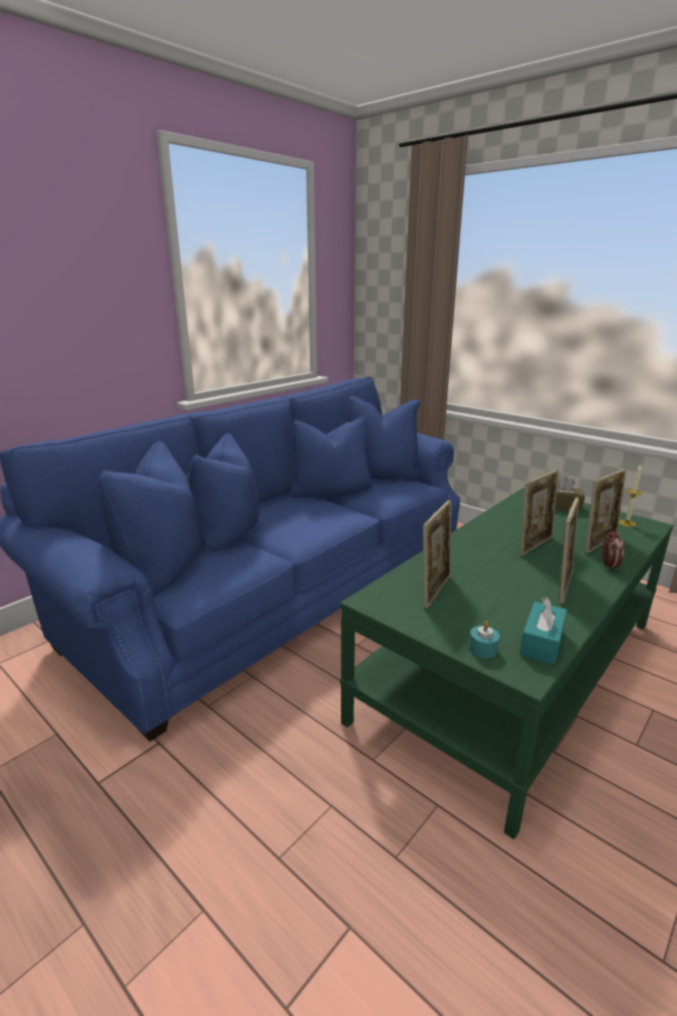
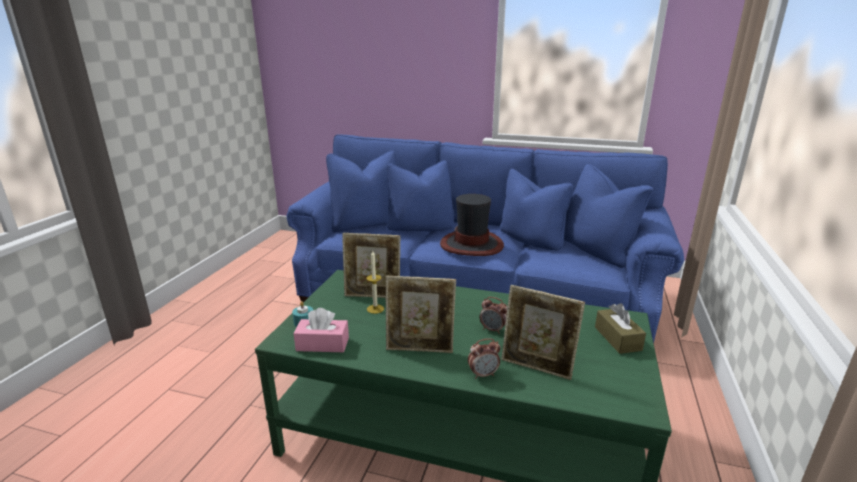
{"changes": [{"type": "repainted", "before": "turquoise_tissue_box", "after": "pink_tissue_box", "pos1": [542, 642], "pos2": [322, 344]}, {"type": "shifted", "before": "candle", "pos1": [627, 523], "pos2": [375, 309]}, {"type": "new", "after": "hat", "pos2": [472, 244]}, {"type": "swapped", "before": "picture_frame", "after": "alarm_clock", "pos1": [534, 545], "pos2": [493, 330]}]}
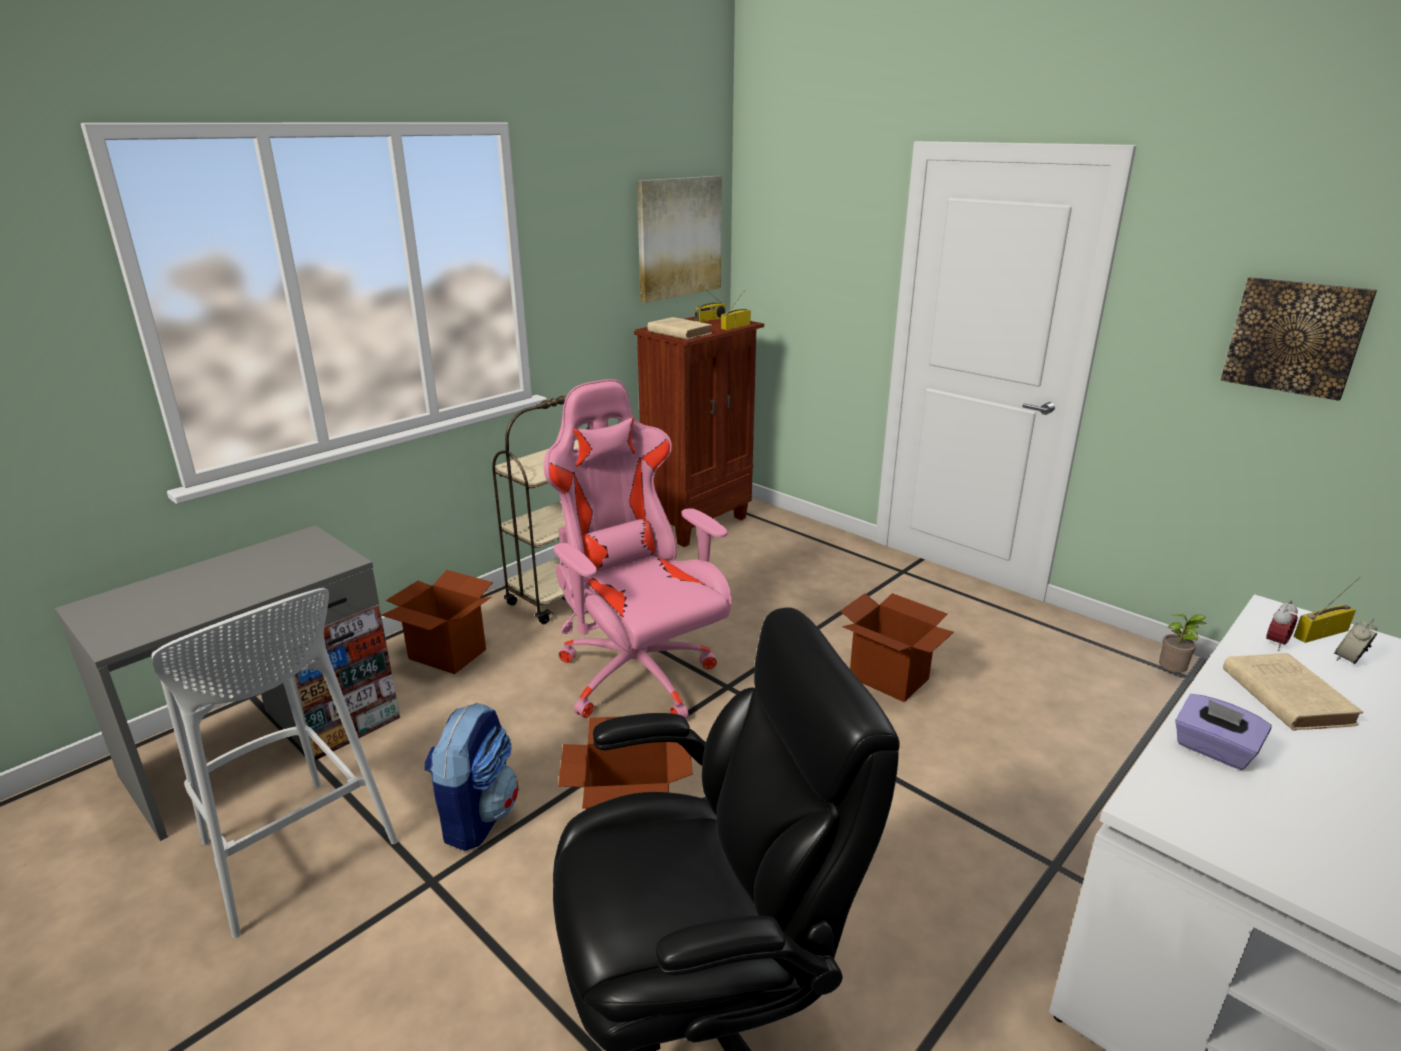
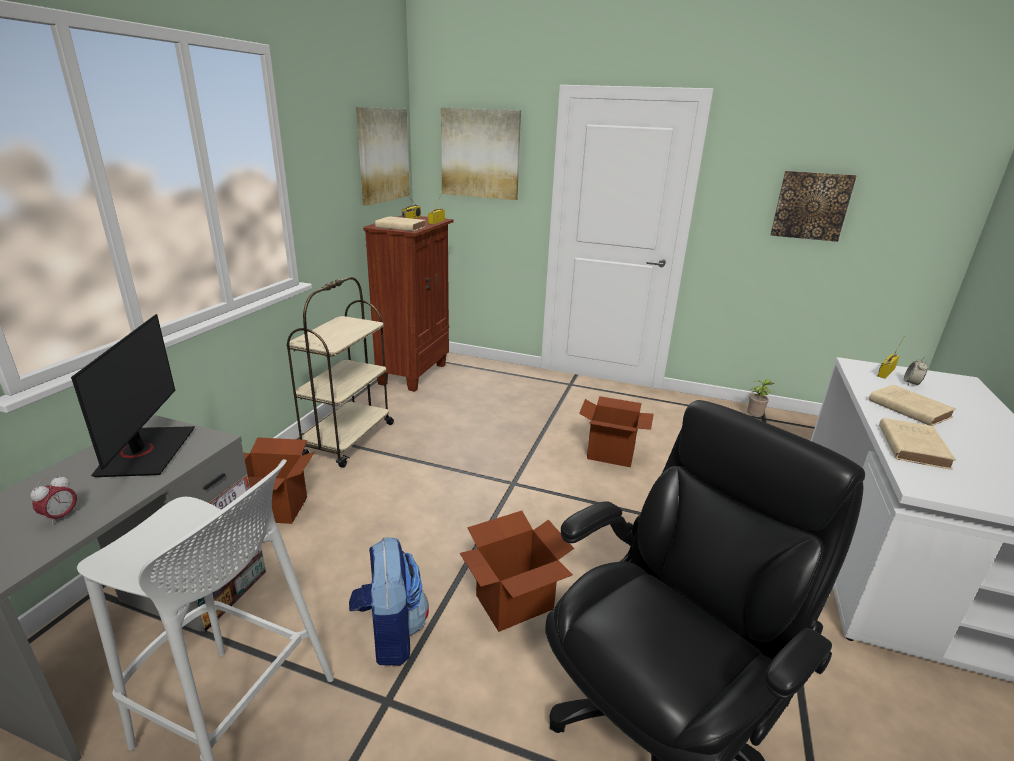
{"changes": [{"type": "shifted", "before": "alarm_clock", "pos1": [1276, 644], "pos2": [61, 517]}, {"type": "new", "after": "monitor", "pos2": [145, 452]}, {"type": "new", "after": "picture", "pos2": [480, 154]}, {"type": "swapped", "before": "purple_tissue_box", "after": "beige_book", "pos1": [1213, 750], "pos2": [912, 446]}, {"type": "gone", "before": "pink_office_chair", "pos1": [642, 683]}]}
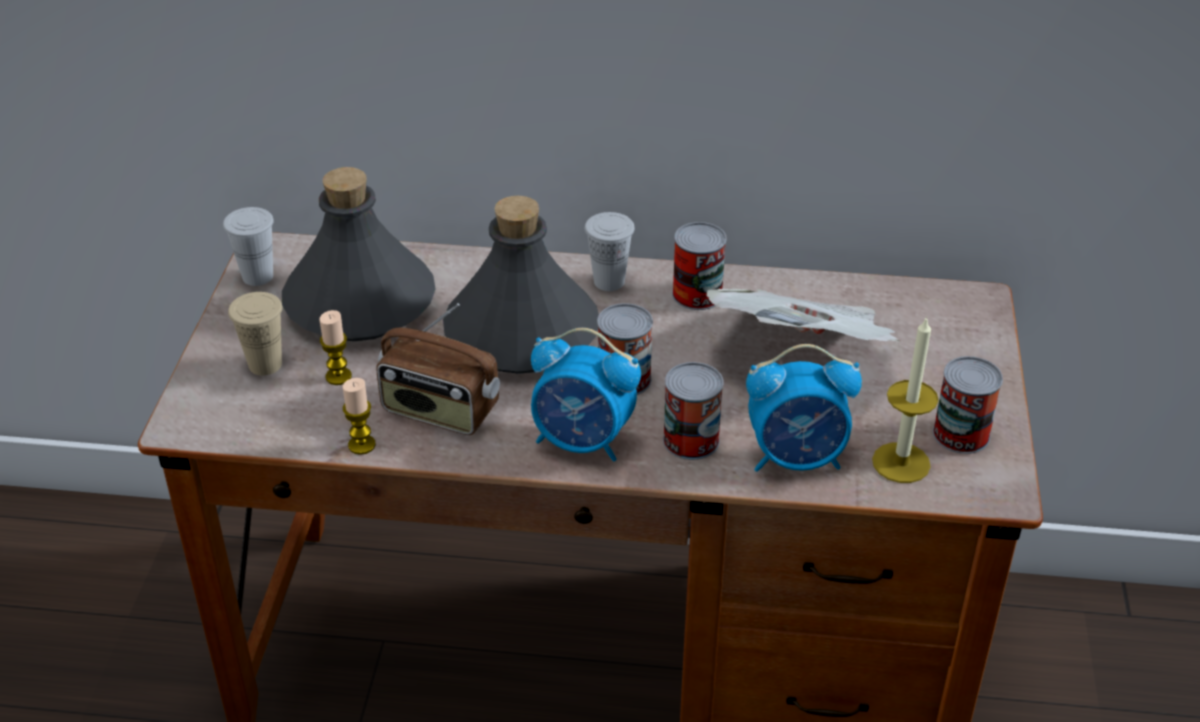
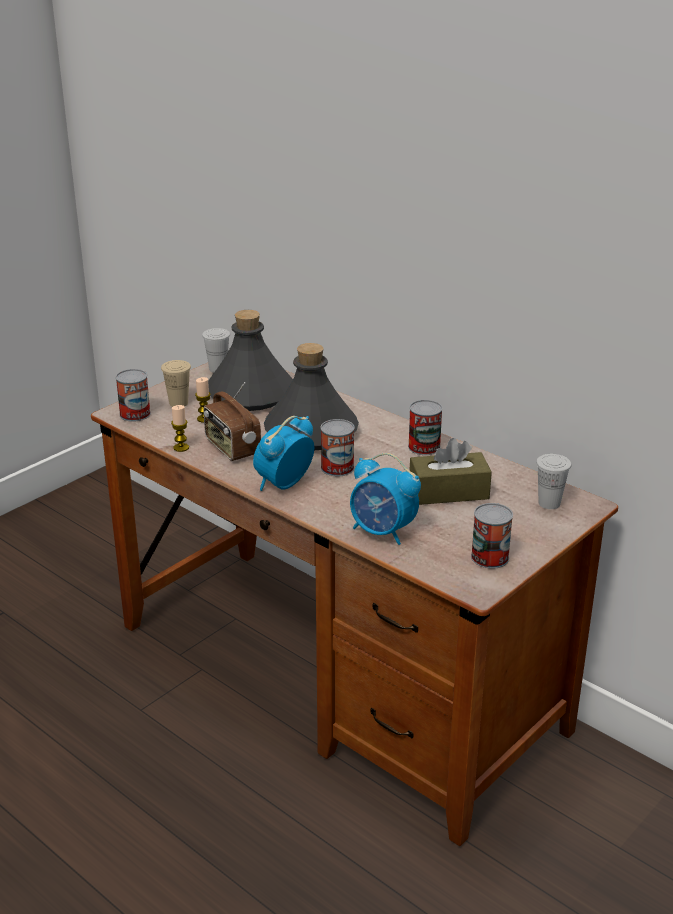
{"changes": [{"type": "shifted", "before": "can", "pos1": [691, 440], "pos2": [135, 414]}, {"type": "rotated", "before": "alarm_clock", "pos1": [583, 441], "pos2": [283, 484], "turn": 75}, {"type": "swapped", "before": "newspaper", "after": "brown_tissue_box", "pos1": [805, 354], "pos2": [448, 492]}, {"type": "shifted", "before": "white_cup", "pos1": [609, 281], "pos2": [549, 503]}, {"type": "gone", "before": "candle", "pos1": [901, 462]}]}
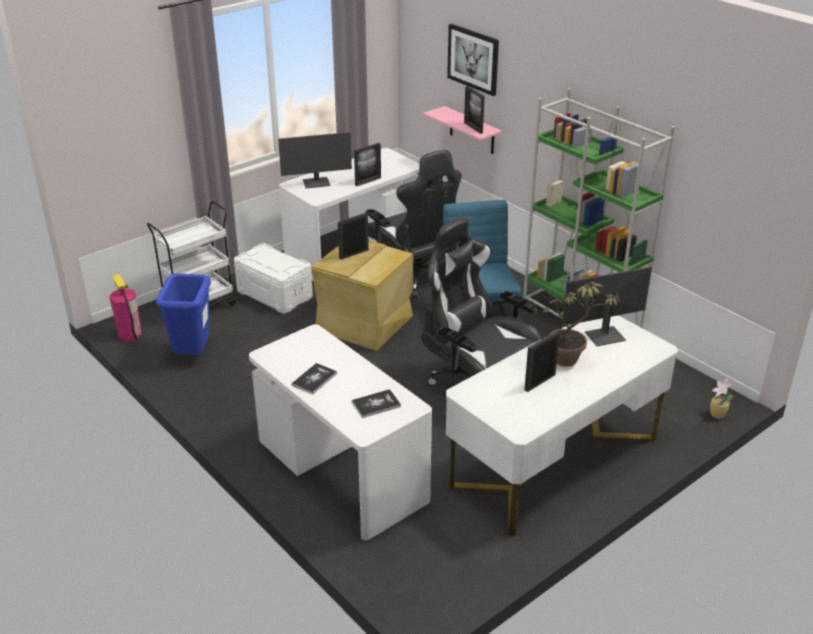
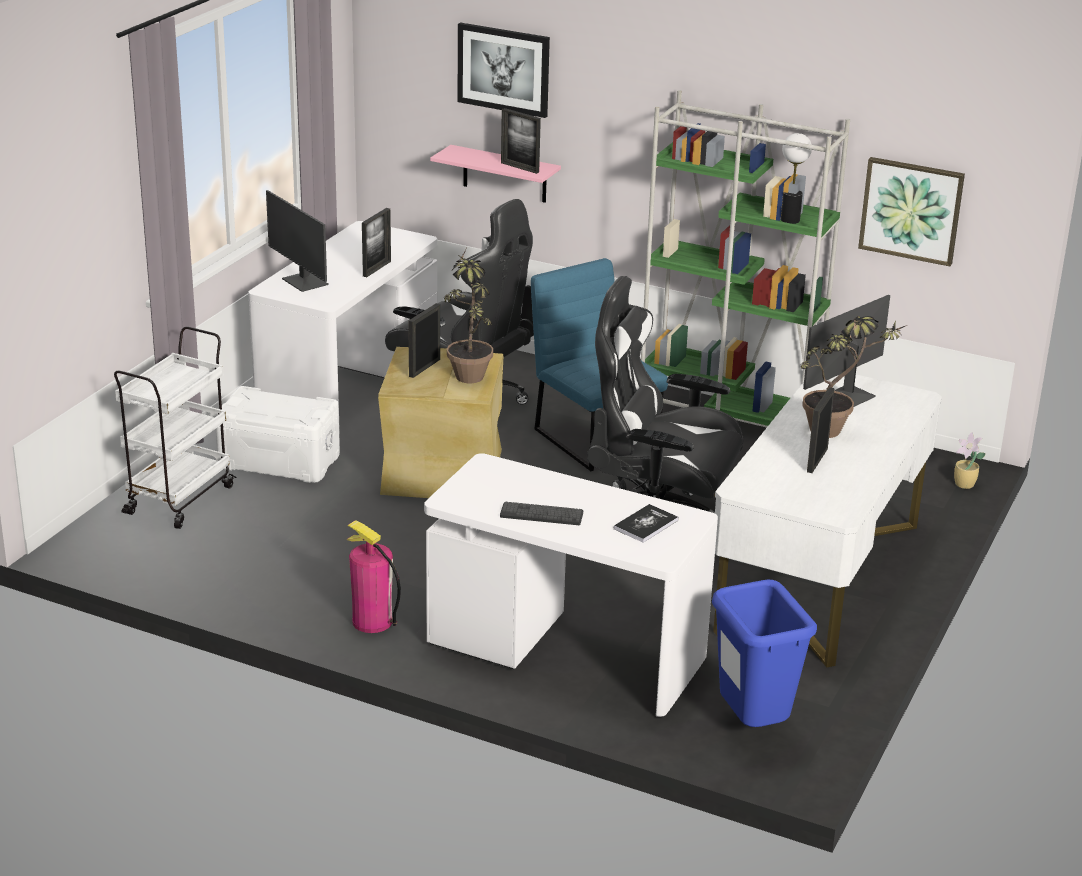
{"changes": [{"type": "rotated", "before": "monitor", "pos1": [316, 183], "pos2": [304, 282], "turn": 90}, {"type": "shifted", "before": "fire_extinguisher", "pos1": [129, 334], "pos2": [372, 621]}, {"type": "new", "after": "potted_plant", "pos2": [469, 372]}, {"type": "swapped", "before": "book", "after": "keyboard", "pos1": [314, 379], "pos2": [541, 514]}, {"type": "shifted", "before": "blue_trash_can", "pos1": [193, 355], "pos2": [752, 726]}, {"type": "new", "after": "table_lamp", "pos2": [789, 220]}, {"type": "new", "after": "picture", "pos2": [911, 210]}]}
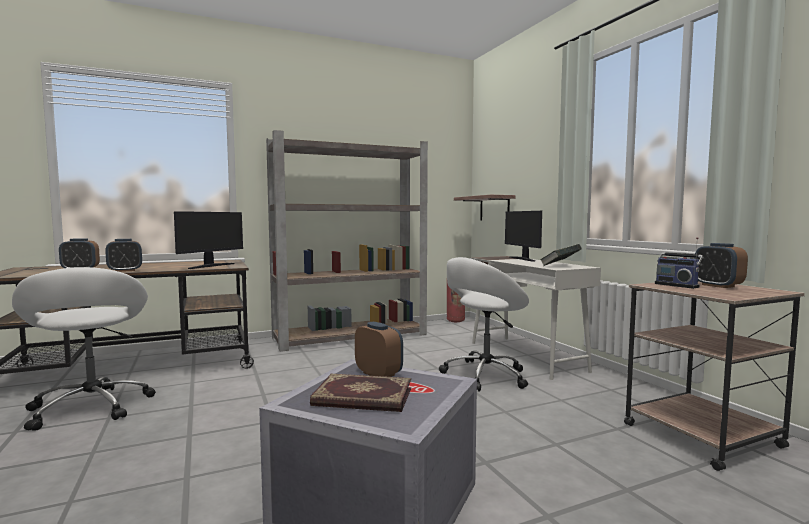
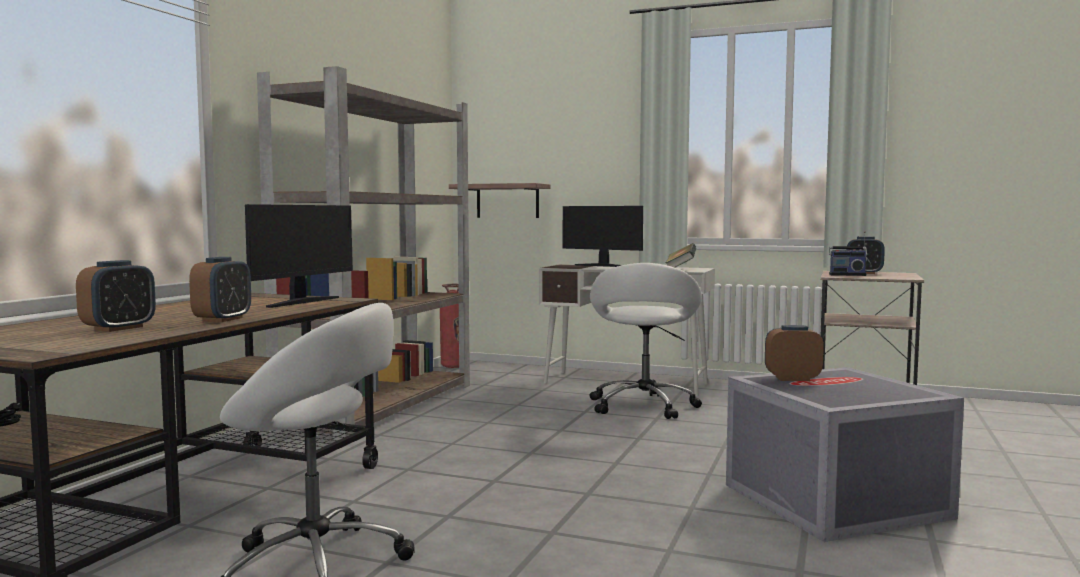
{"changes": [{"type": "rotated", "before": "monitor", "pos1": [211, 266], "pos2": [301, 302], "turn": 45}, {"type": "gone", "before": "book", "pos1": [362, 398]}]}
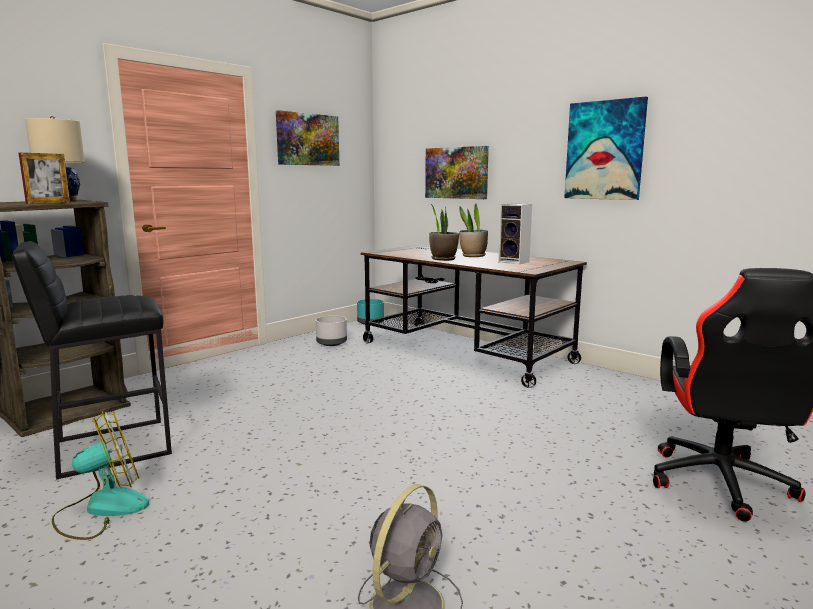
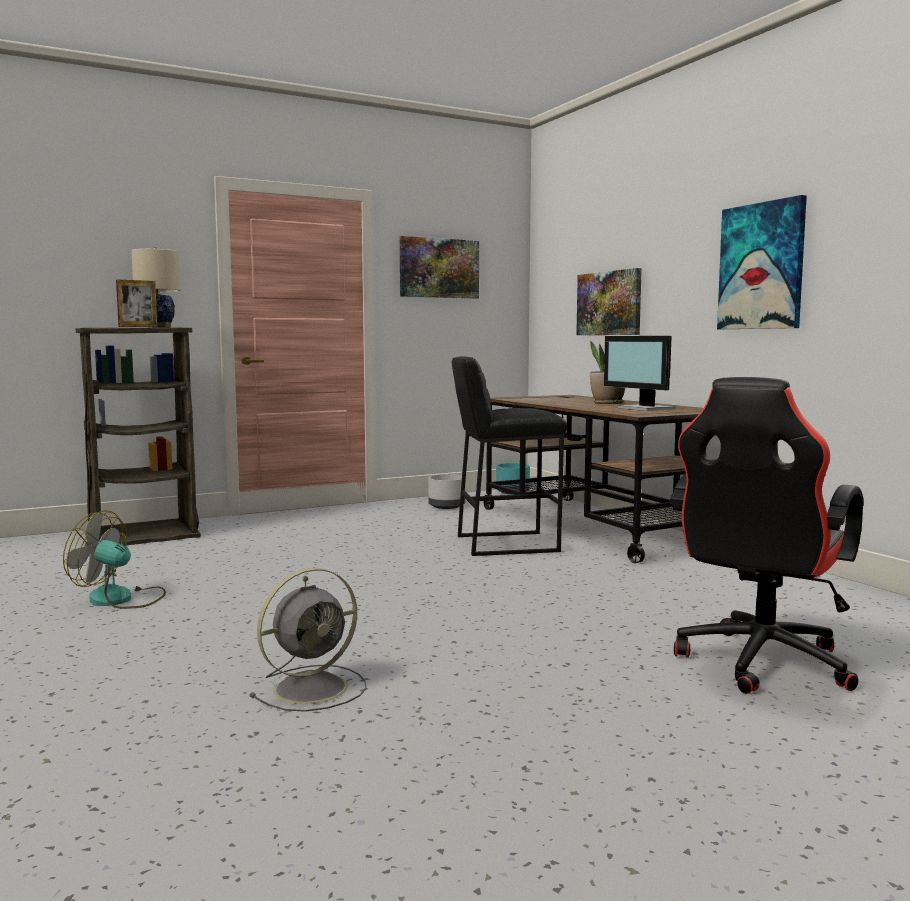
{"changes": [{"type": "rotated", "before": "fan", "pos1": [102, 509], "pos2": [120, 599], "turn": -150}, {"type": "shifted", "before": "black_stool", "pos1": [111, 448], "pos2": [505, 544]}, {"type": "swapped", "before": "speaker", "after": "monitor", "pos1": [515, 262], "pos2": [645, 408]}, {"type": "gone", "before": "potted_plant", "pos1": [443, 259]}]}
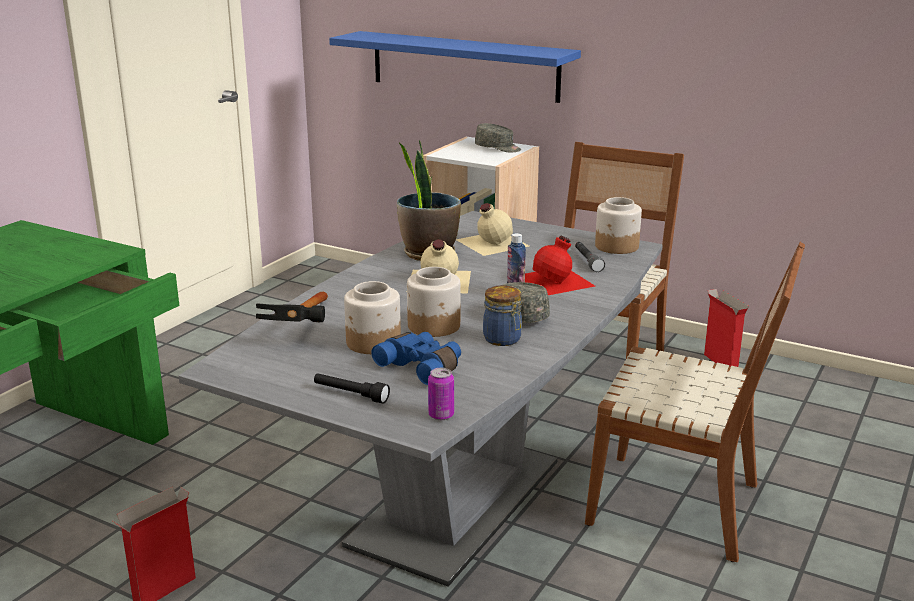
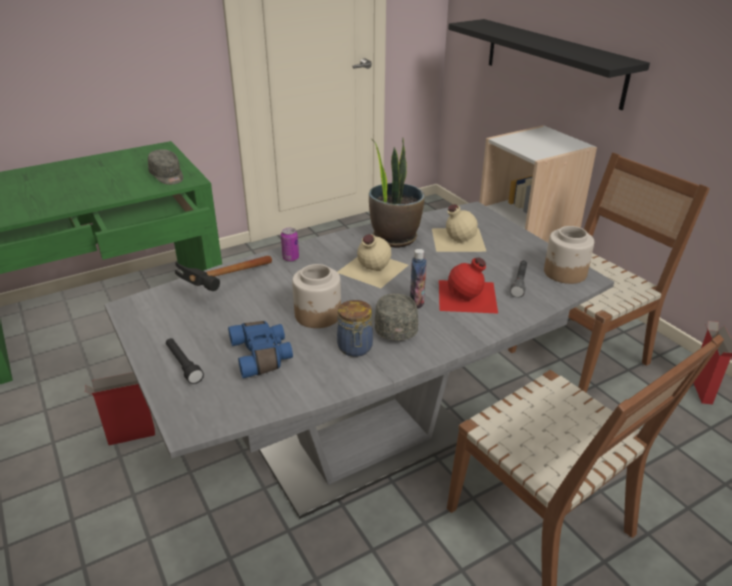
{"changes": [{"type": "shifted", "before": "grey_cap", "pos1": [498, 148], "pos2": [167, 176]}, {"type": "shifted", "before": "can", "pos1": [441, 415], "pos2": [290, 258]}, {"type": "repainted", "before": "blue_shelf", "after": "black_shelf", "pos1": [464, 66], "pos2": [553, 62]}, {"type": "gone", "before": "jar", "pos1": [373, 343]}]}
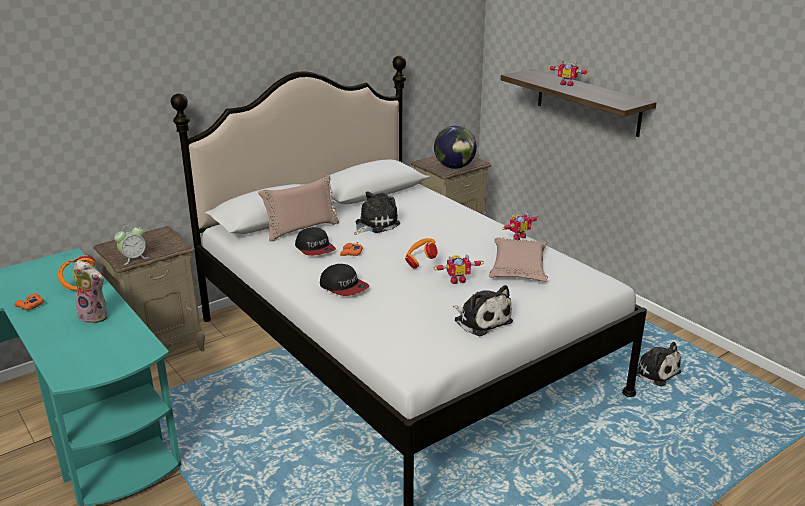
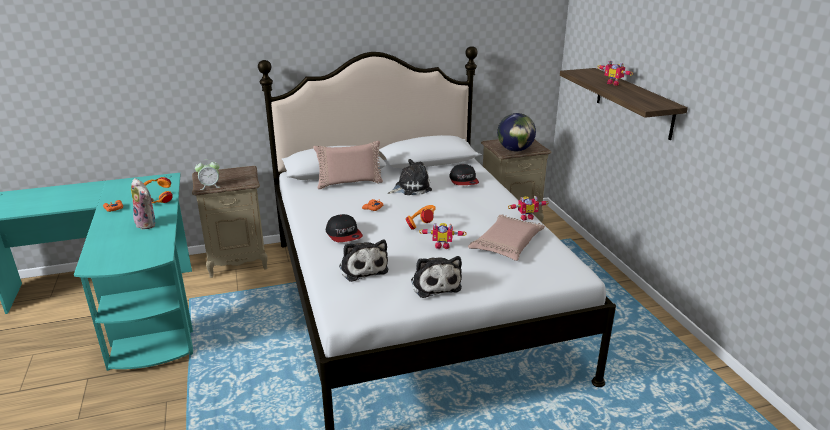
{"changes": [{"type": "shifted", "before": "plush_toy", "pos1": [653, 371], "pos2": [362, 268]}, {"type": "shifted", "before": "cap", "pos1": [315, 248], "pos2": [464, 181]}]}
